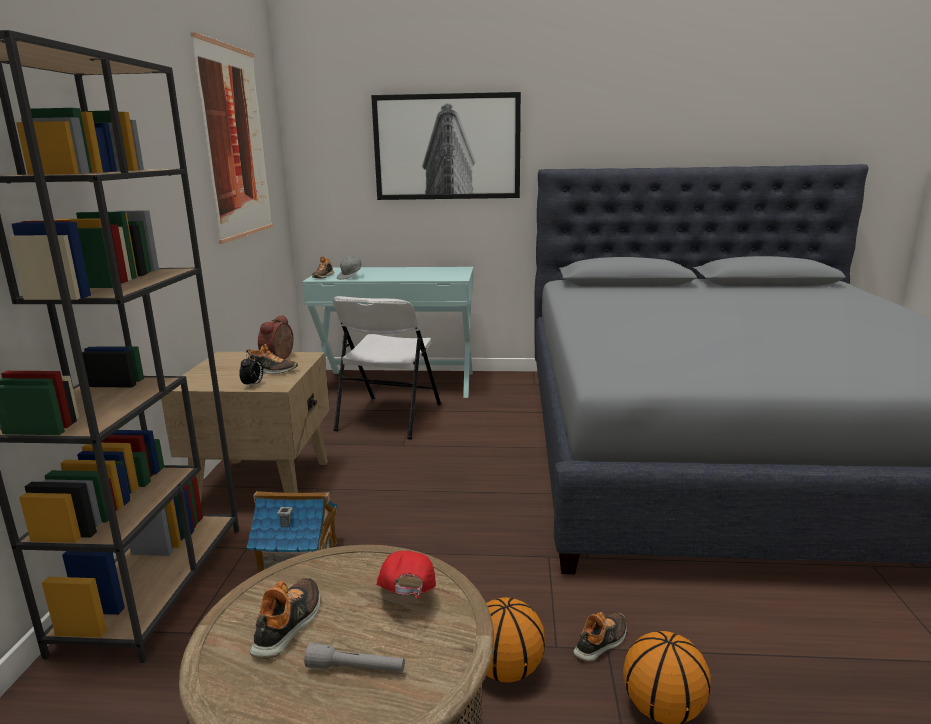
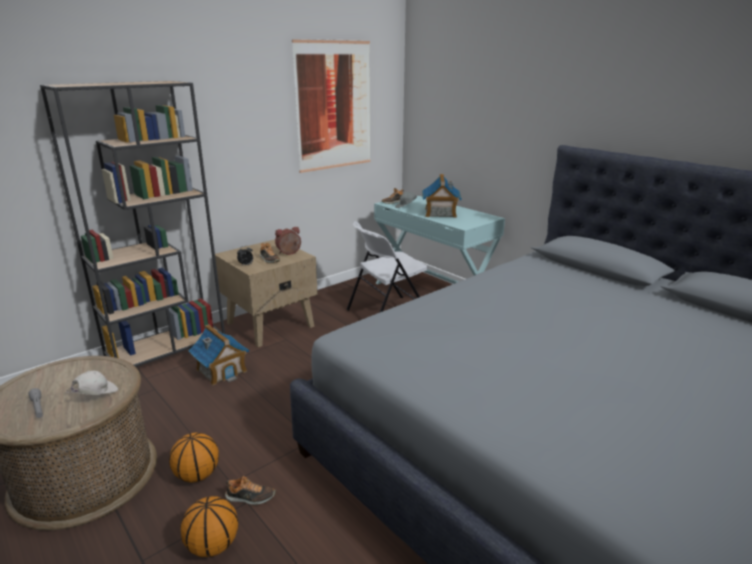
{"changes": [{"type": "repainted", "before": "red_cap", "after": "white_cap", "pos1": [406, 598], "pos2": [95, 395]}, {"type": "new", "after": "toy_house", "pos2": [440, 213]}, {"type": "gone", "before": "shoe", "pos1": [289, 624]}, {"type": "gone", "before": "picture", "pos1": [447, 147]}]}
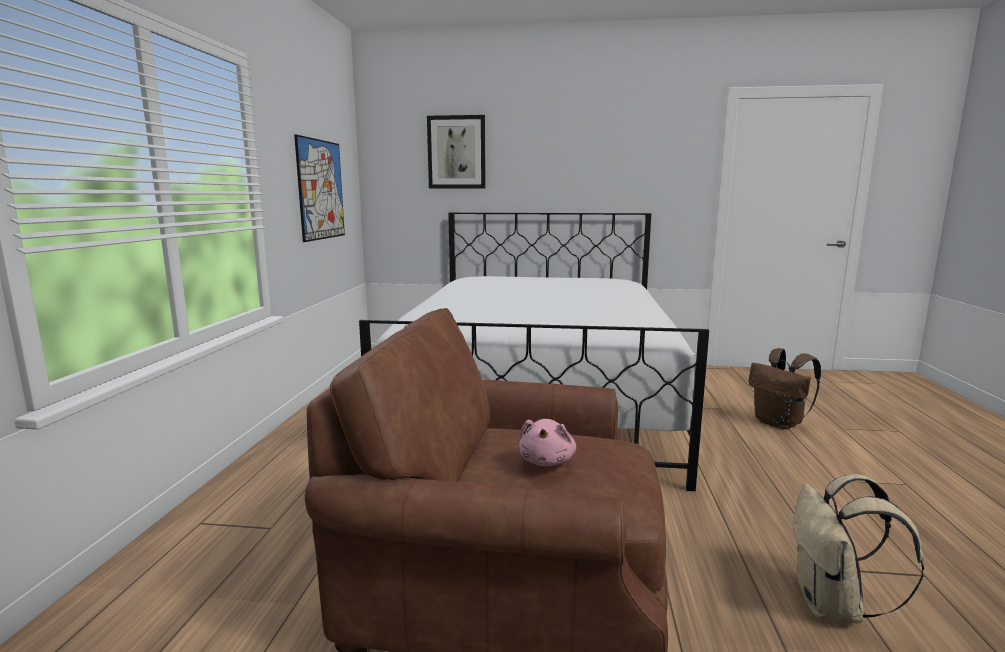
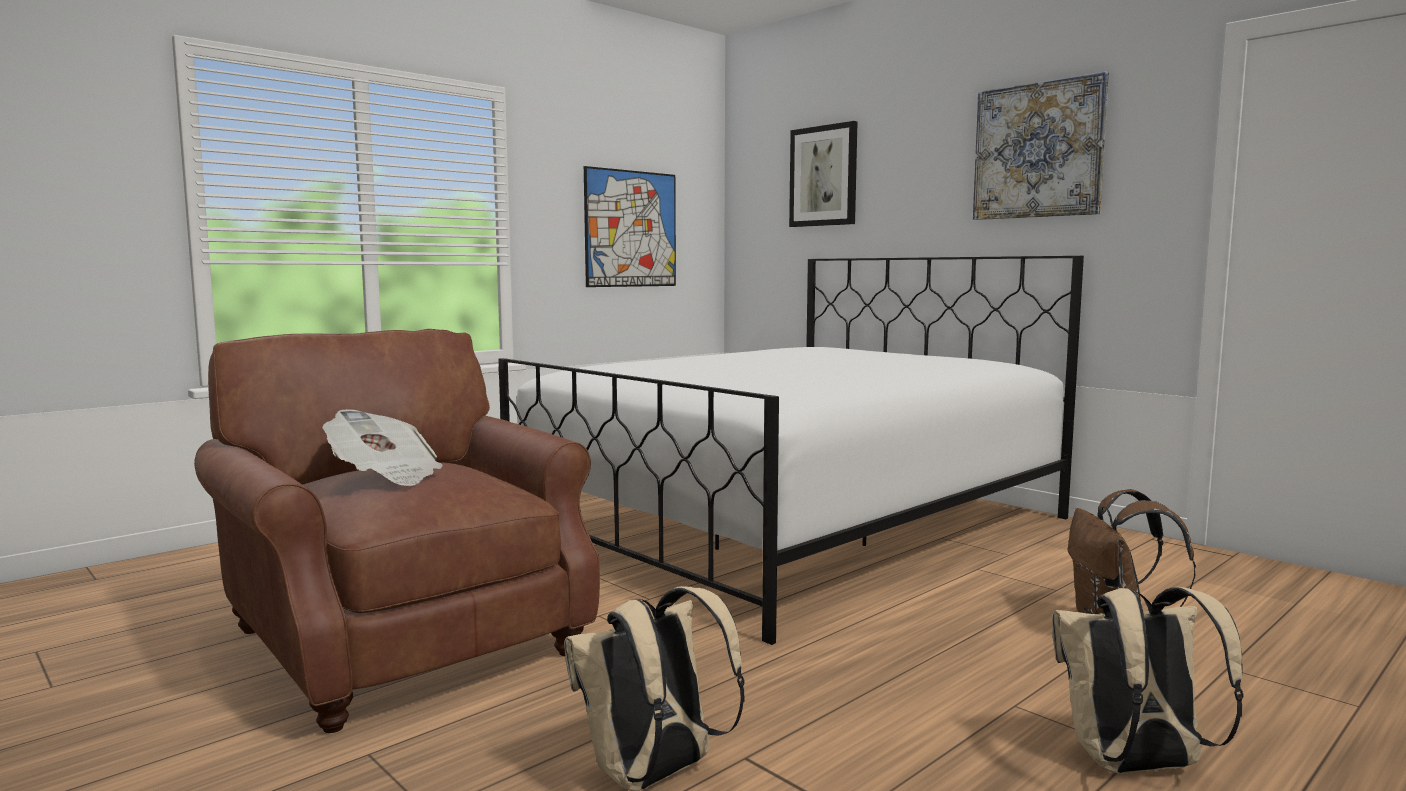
{"changes": [{"type": "swapped", "before": "pink_plush_toy", "after": "newspaper", "pos1": [547, 461], "pos2": [385, 476]}, {"type": "new", "after": "picture", "pos2": [1038, 150]}, {"type": "new", "after": "beige_backpack", "pos2": [1134, 766]}]}
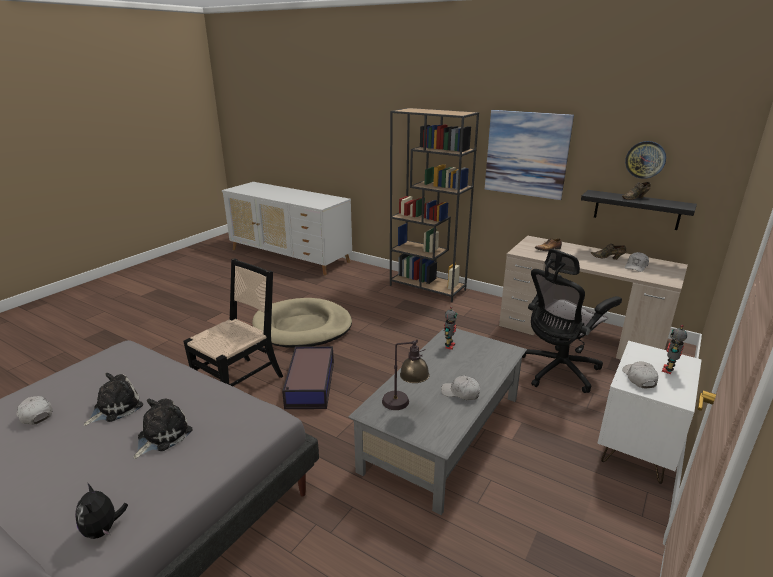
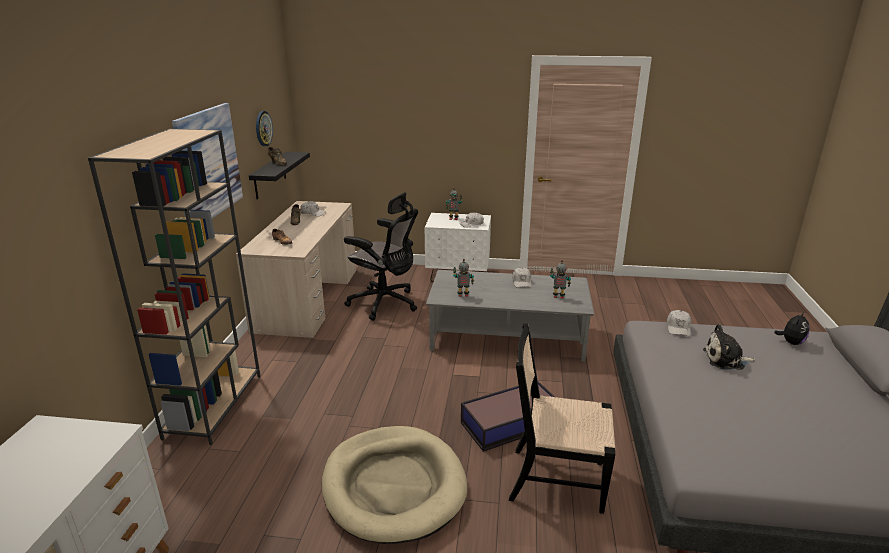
{"changes": [{"type": "swapped", "before": "table_lamp", "after": "toy_robot", "pos1": [404, 405], "pos2": [558, 297]}, {"type": "shifted", "before": "white_cap", "pos1": [35, 414], "pos2": [678, 328]}, {"type": "gone", "before": "plush_toy", "pos1": [115, 408]}]}
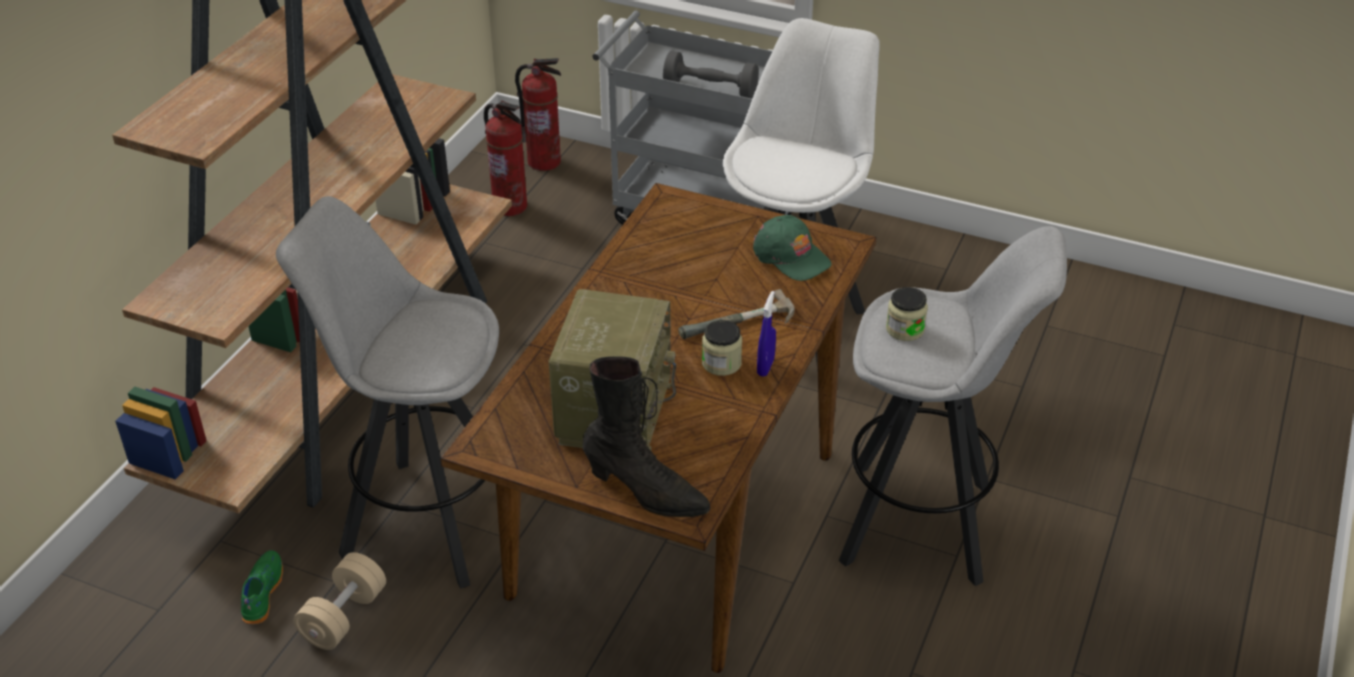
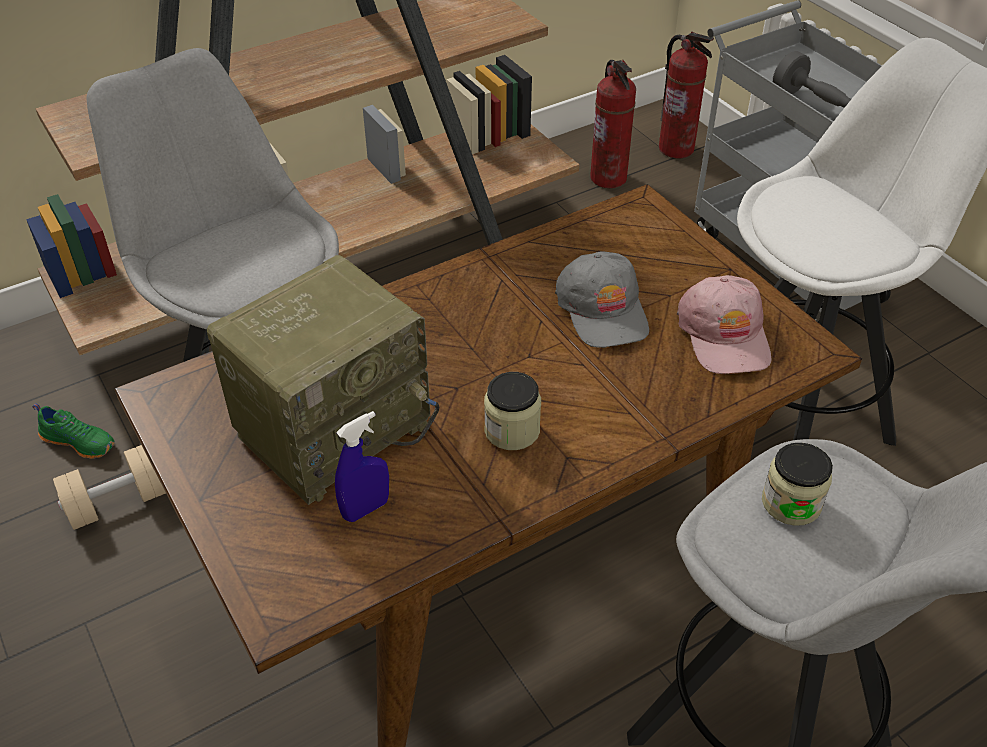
{"changes": [{"type": "rotated", "before": "green_shoe", "pos1": [261, 593], "pos2": [80, 441], "turn": 75}, {"type": "shifted", "before": "blue_spray_bottle", "pos1": [765, 367], "pos2": [366, 509]}, {"type": "new", "after": "grey_cap", "pos2": [603, 310]}, {"type": "repainted", "before": "green_cap", "after": "pink_cap", "pos1": [791, 256], "pos2": [725, 335]}, {"type": "gone", "before": "black_boot", "pos1": [645, 493]}, {"type": "gone", "before": "hammer", "pos1": [740, 325]}]}
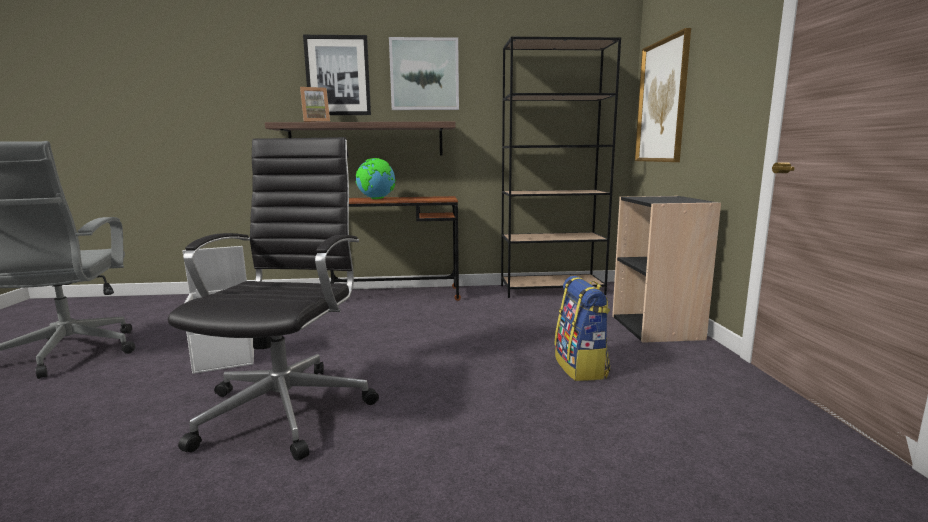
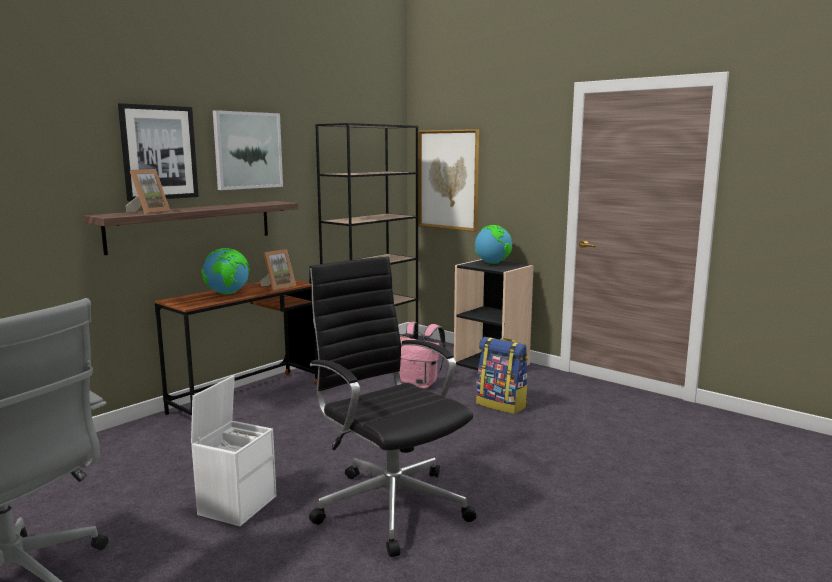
{"changes": [{"type": "new", "after": "picture_frame", "pos2": [278, 286]}, {"type": "new", "after": "pink_backpack", "pos2": [420, 384]}, {"type": "new", "after": "globe", "pos2": [493, 263]}]}
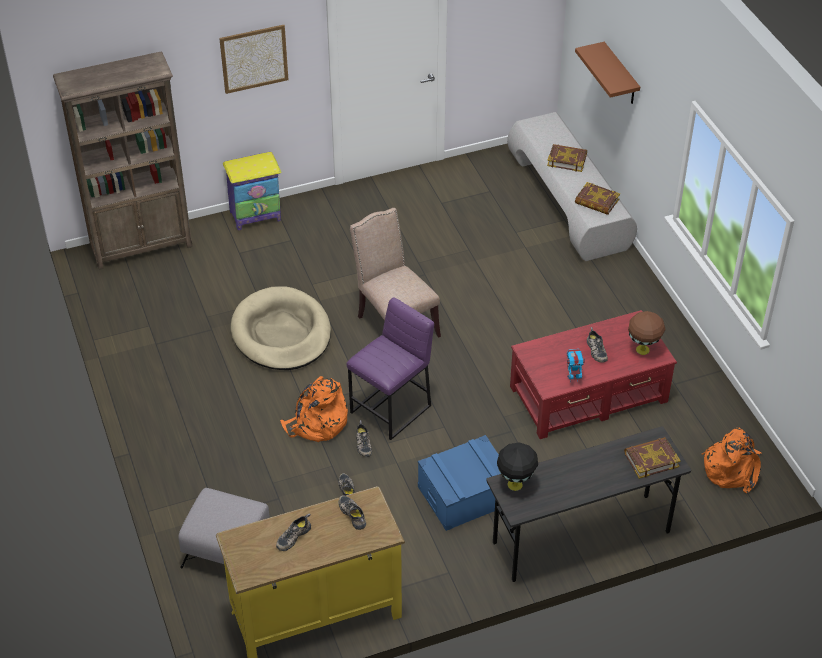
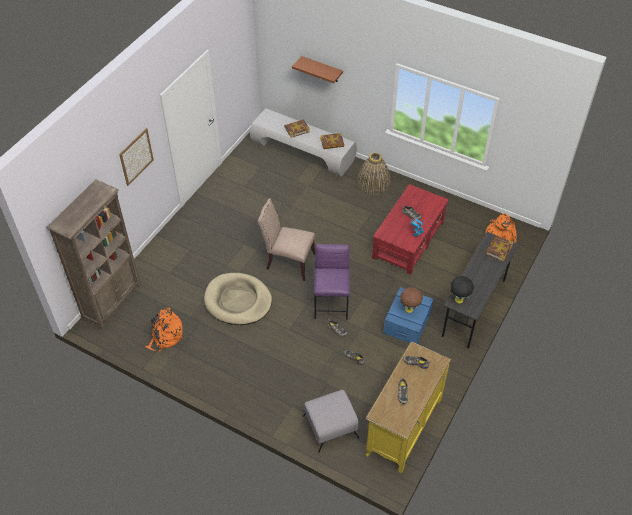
{"changes": [{"type": "shifted", "before": "orange_backpack", "pos1": [317, 424], "pos2": [165, 336]}, {"type": "new", "after": "basket", "pos2": [373, 183]}, {"type": "shifted", "before": "brown_table_lamp", "pos1": [643, 350], "pos2": [409, 309]}, {"type": "gone", "before": "nightstand", "pos1": [257, 217]}]}
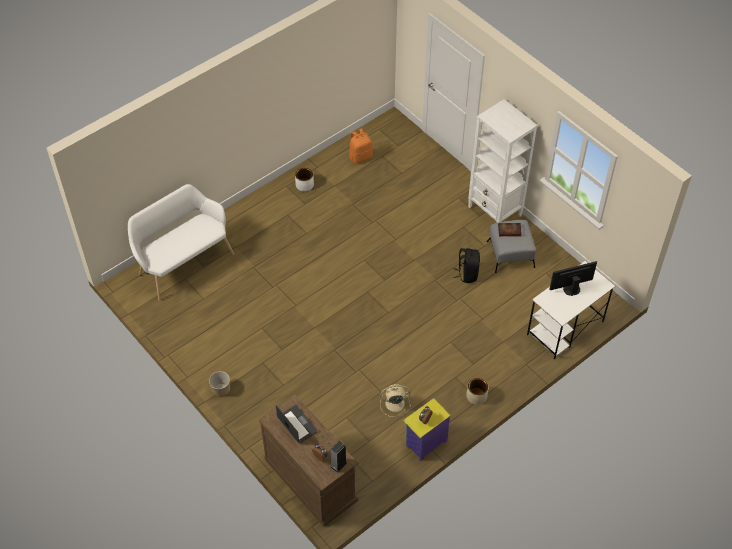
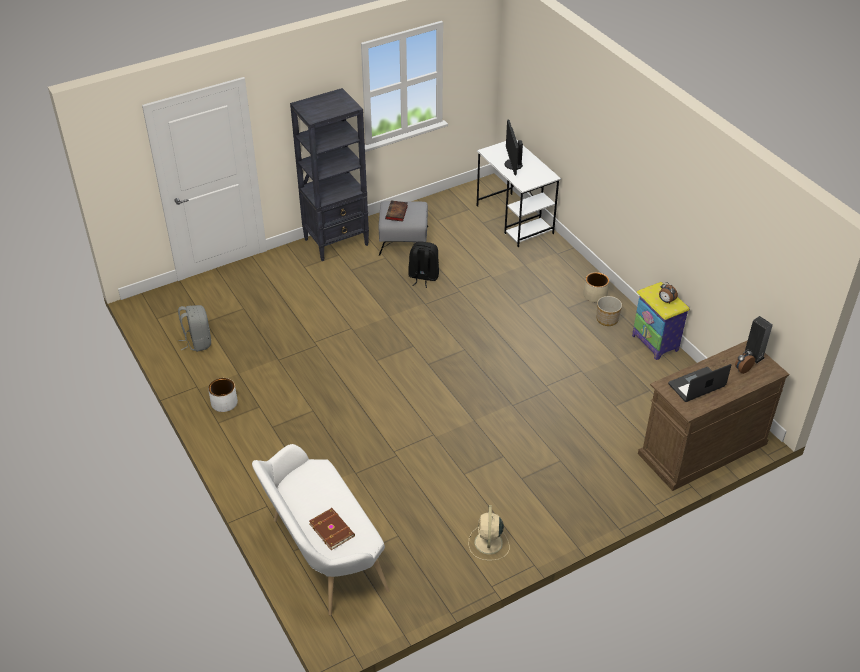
{"changes": [{"type": "repainted", "before": "orange_backpack", "after": "grey_backpack", "pos1": [360, 156], "pos2": [197, 342]}, {"type": "repainted", "before": "white_bookcase", "after": "black_bookcase", "pos1": [495, 211], "pos2": [337, 242]}, {"type": "new", "after": "brown_book", "pos2": [332, 529]}, {"type": "shifted", "before": "beige_fan", "pos1": [393, 403], "pos2": [488, 544]}, {"type": "shifted", "before": "planter", "pos1": [221, 389], "pos2": [607, 319]}]}
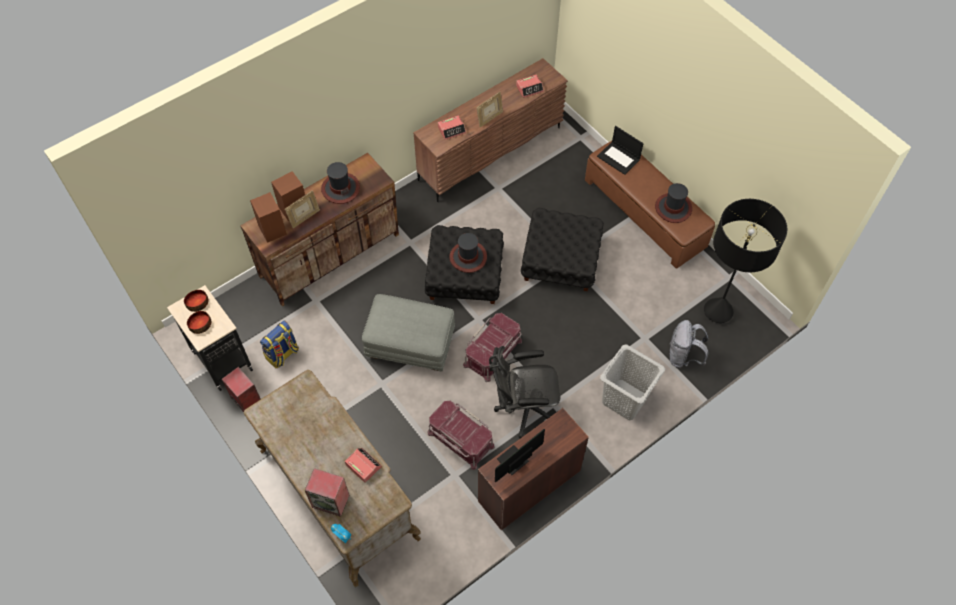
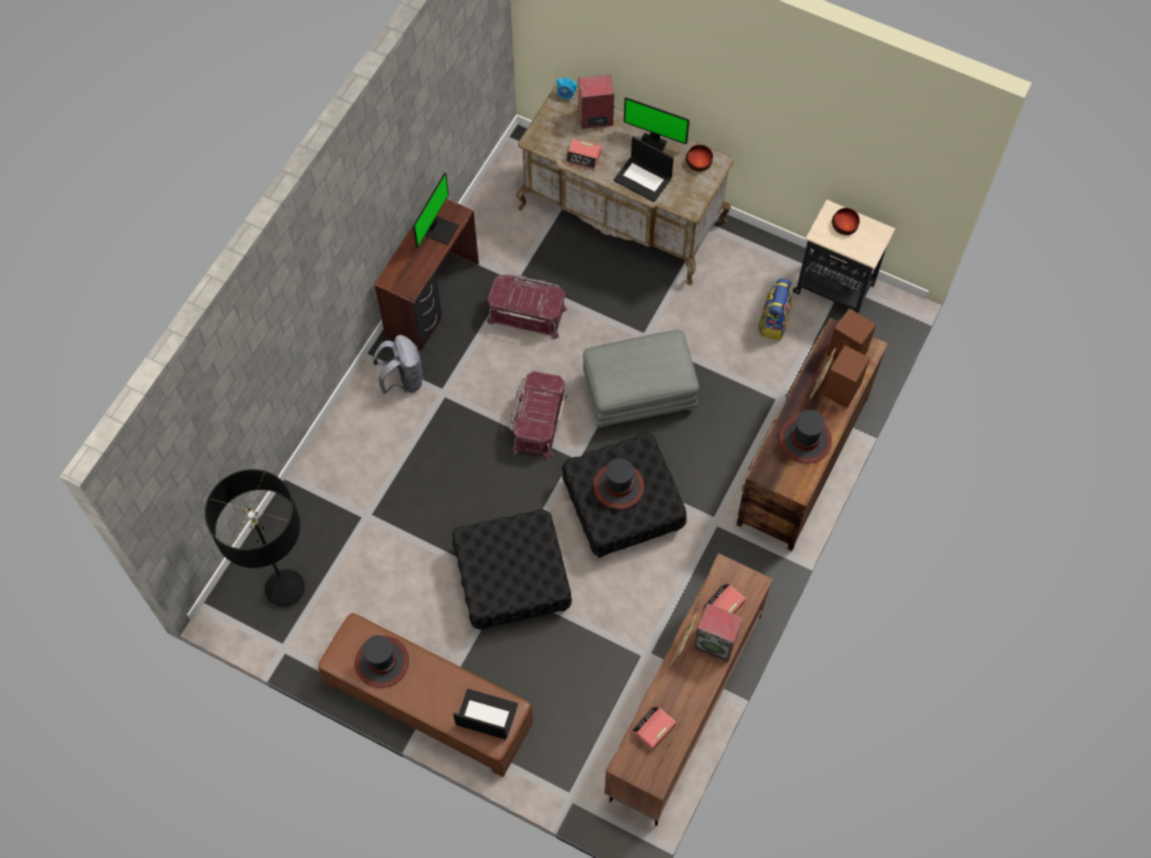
{"changes": [{"type": "shifted", "before": "grey_backpack", "pos1": [683, 356], "pos2": [403, 380]}, {"type": "new", "after": "laptop", "pos2": [643, 179]}, {"type": "new", "after": "monitor", "pos2": [652, 146]}, {"type": "shifted", "before": "bowl", "pos1": [197, 303], "pos2": [698, 162]}, {"type": "shifted", "before": "speaker", "pos1": [245, 400], "pos2": [716, 642]}, {"type": "gone", "before": "office_chair", "pos1": [523, 408]}, {"type": "gone", "before": "grey_laundry_basket", "pos1": [625, 400]}]}
